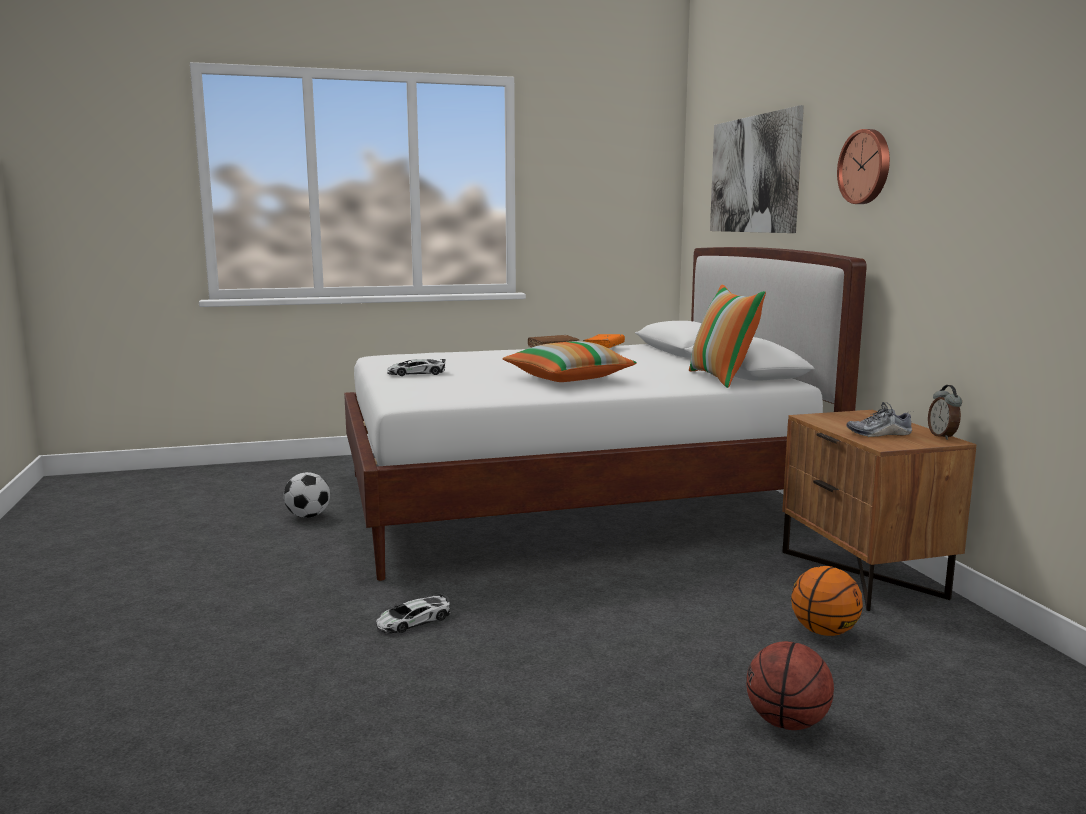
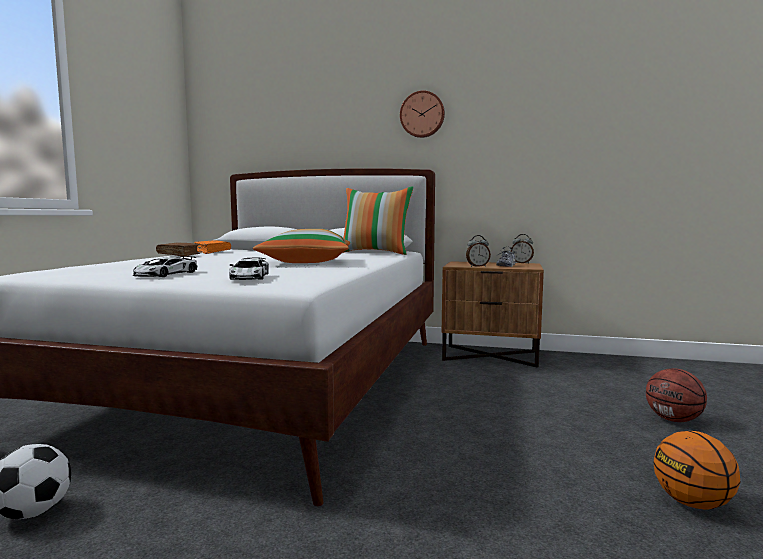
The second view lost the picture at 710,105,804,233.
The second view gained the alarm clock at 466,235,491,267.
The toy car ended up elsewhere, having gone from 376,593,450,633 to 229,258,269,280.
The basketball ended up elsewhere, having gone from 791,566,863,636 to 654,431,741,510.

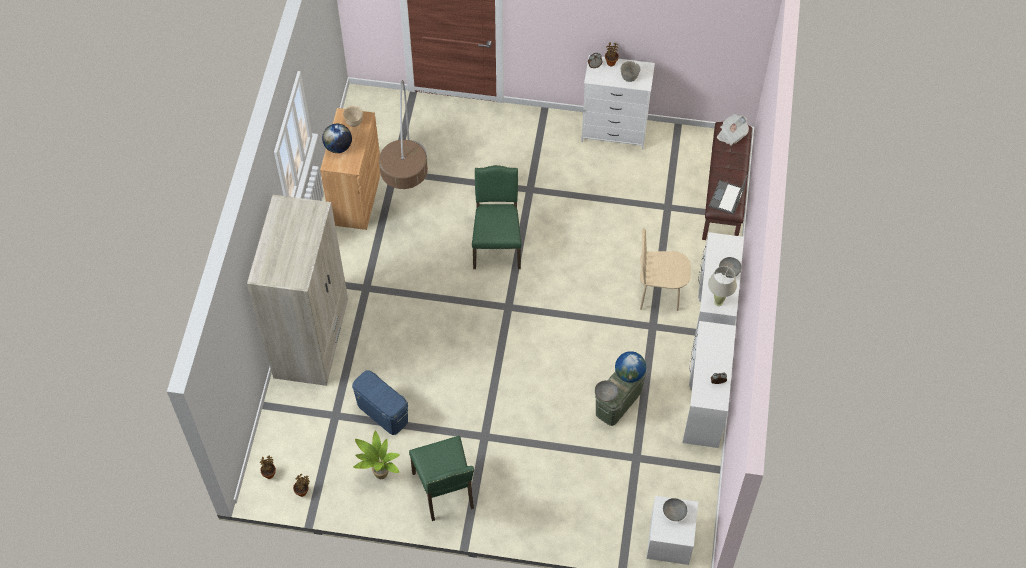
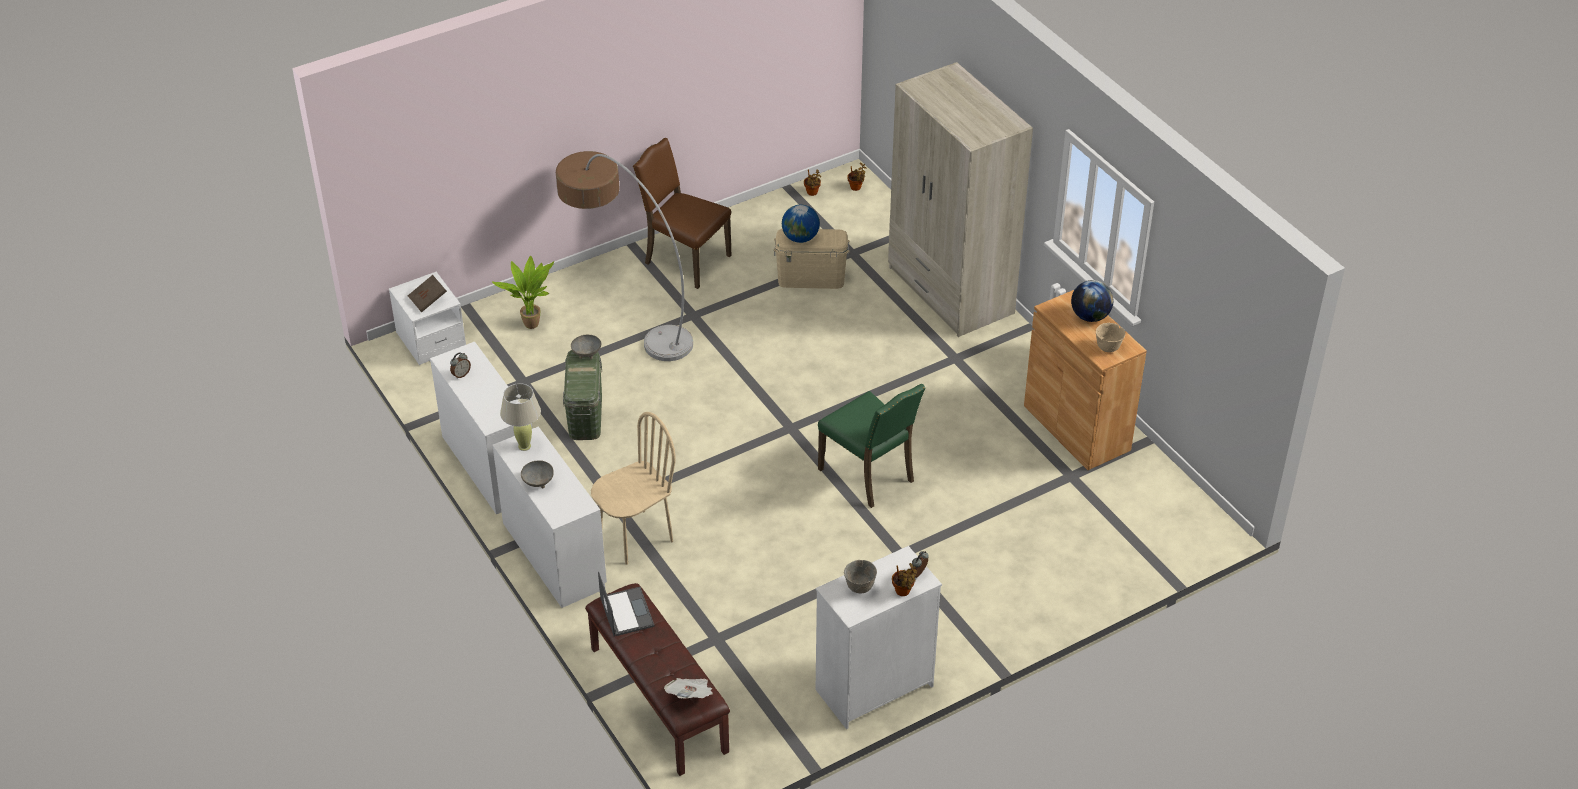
The potted plant ended up elsewhere, having gone from 354,431,400,479 to 492,256,554,329.
The floor lamp ended up elsewhere, having gone from 379,80,428,189 to 556,151,693,361.
The globe ended up elsewhere, having gone from 615,351,646,383 to 782,205,820,243.
Where the bowl/grey stood at 663,498,687,521, the book/brown came to stand at 408,275,447,312.
What was the storage box/blue at 352,370,408,435 turned into the storage box/beige at 774,229,849,289.
What was the chair/green at 409,436,474,521 turned into the chair/brown at 633,138,732,289.

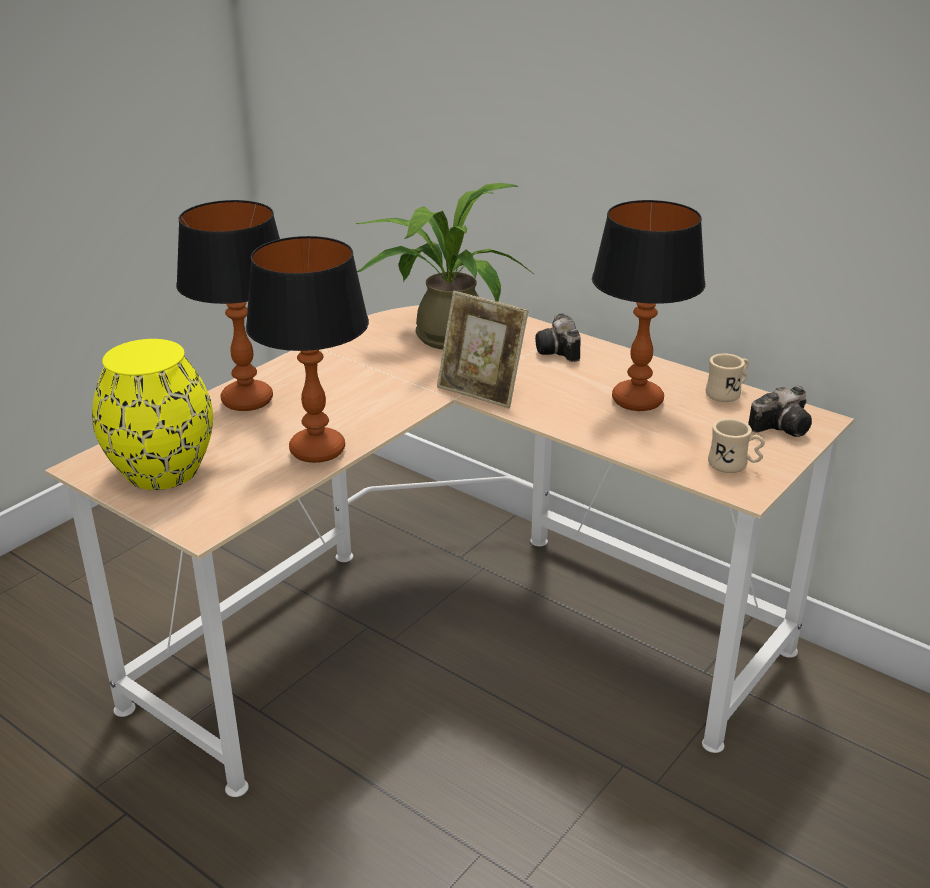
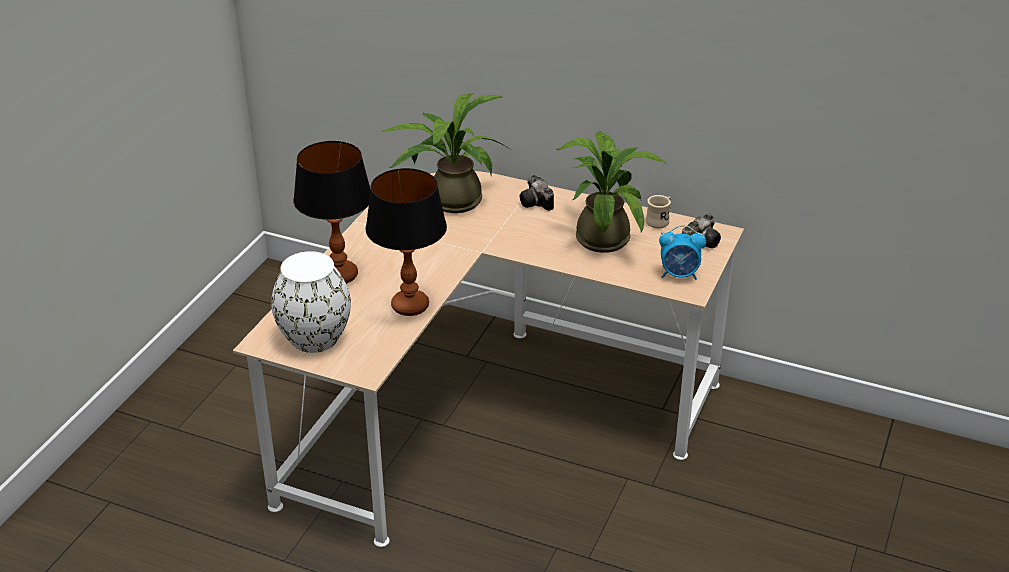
The second view lost the picture frame at 437,291,529,408.
Where the table lamp stood at 592,200,705,411, the potted plant came to stand at 556,131,667,253.
Where the mug/beige stood at 708,418,765,473, the alarm clock came to stand at 659,225,706,280.
What was the vase/yellow at 92,339,213,490 turned into the vase/white at 271,251,351,353.

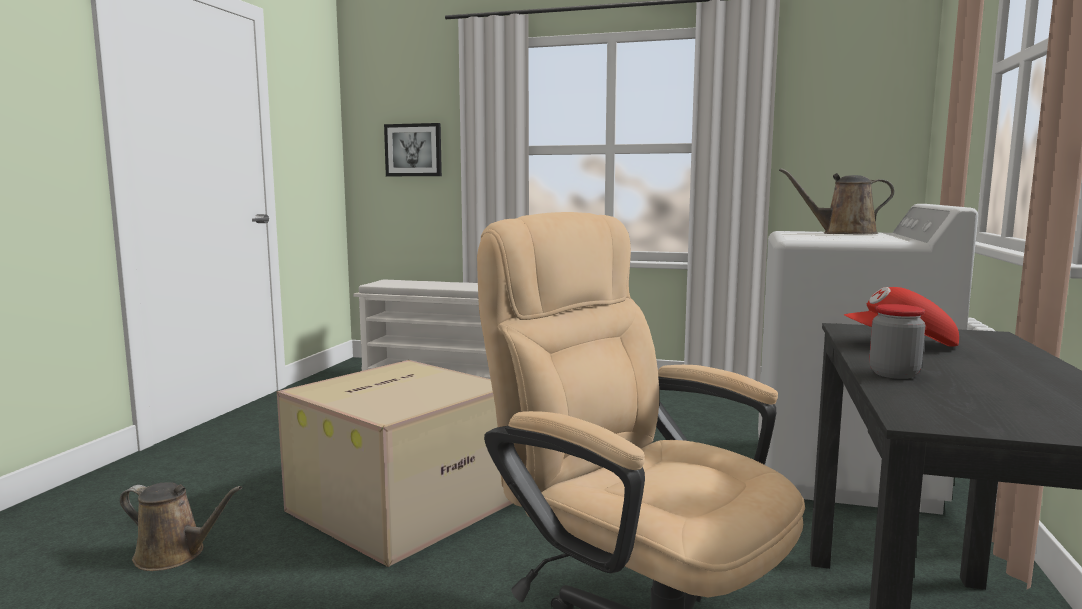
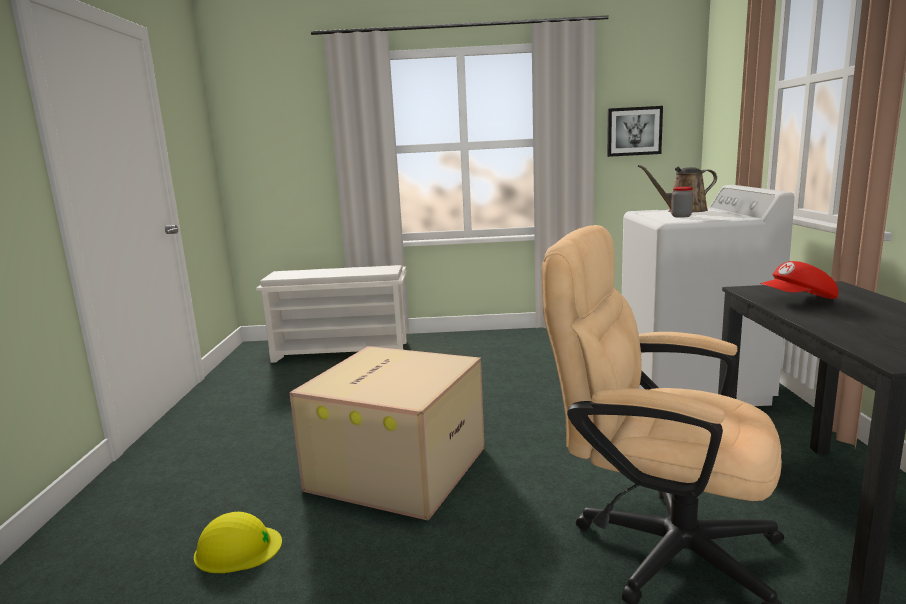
The picture ended up elsewhere, having gone from 384,123,442,176 to 607,106,663,157.
The jar ended up elsewhere, having gone from 869,304,926,379 to 671,187,693,218.
Where the watering can/brown stood at 120,482,242,571, the hard hat/yellow came to stand at 194,512,282,573.

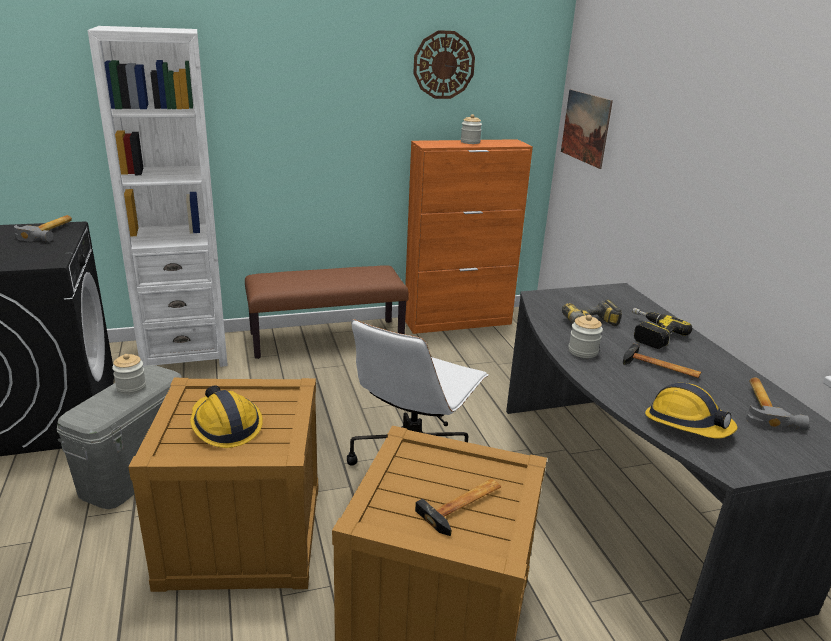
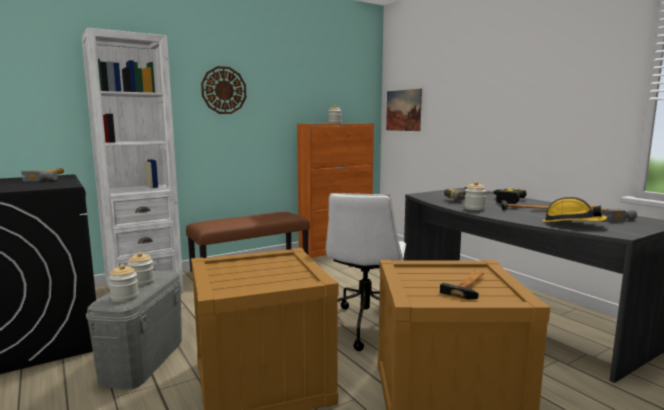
The second view lost the hard hat at 190,385,263,448.
The second view gained the jar at 109,264,139,302.
The wall clock ended up elsewhere, having gone from 413,30,475,99 to 201,66,246,114.

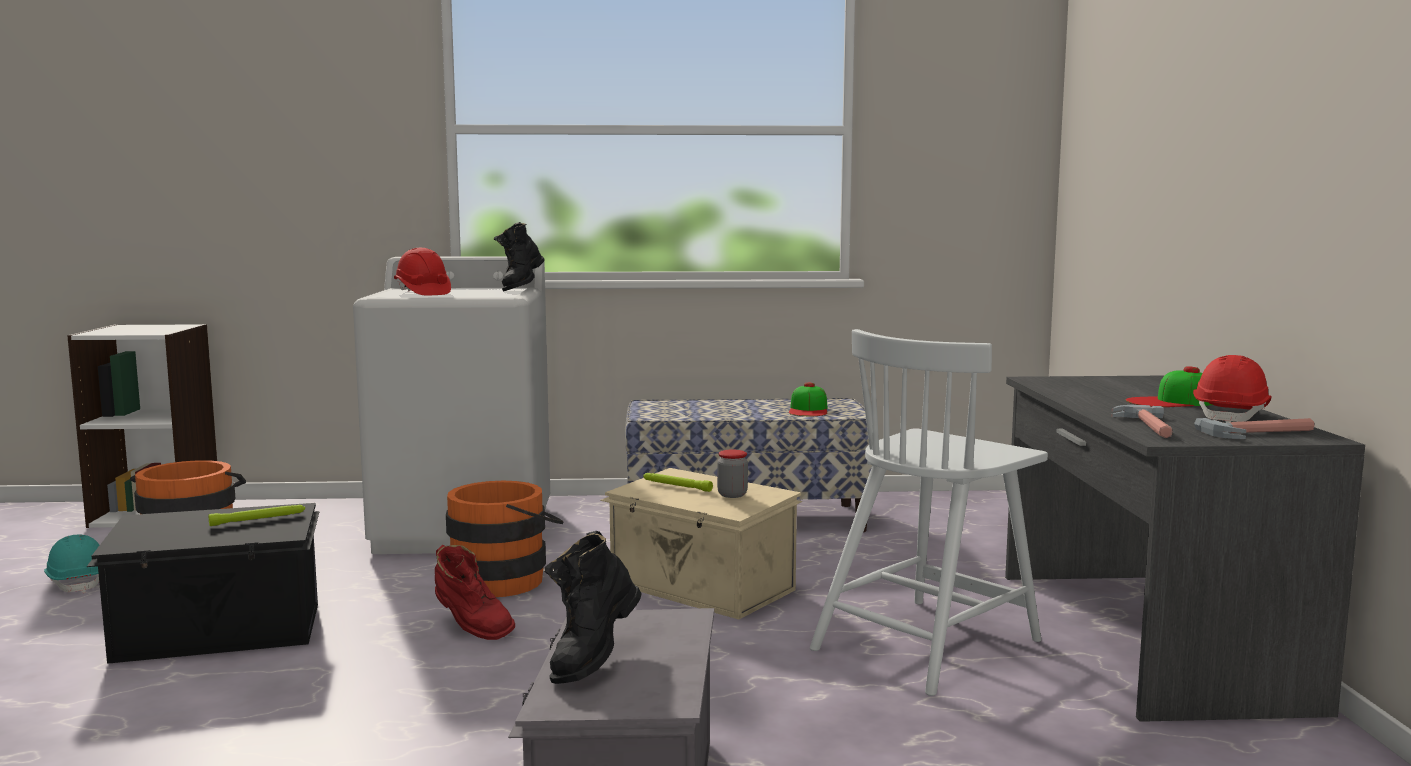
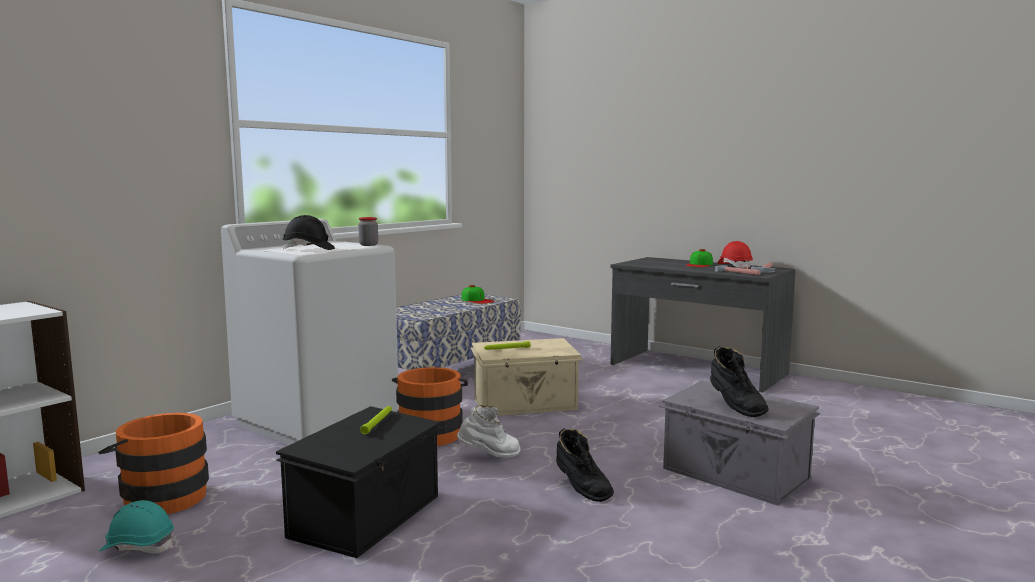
The second view lost the chair/white at 810,329,1048,696.
The boot/black ended up elsewhere, having gone from 494,222,545,292 to 556,428,614,502.
The jar ended up elsewhere, having gone from 717,450,748,498 to 358,217,378,246.
What was the hard hat/red at 394,248,451,296 turned into the hard hat/black at 283,215,335,250.
What was the boot/red at 435,545,515,640 turned into the boot/white at 457,405,520,458.

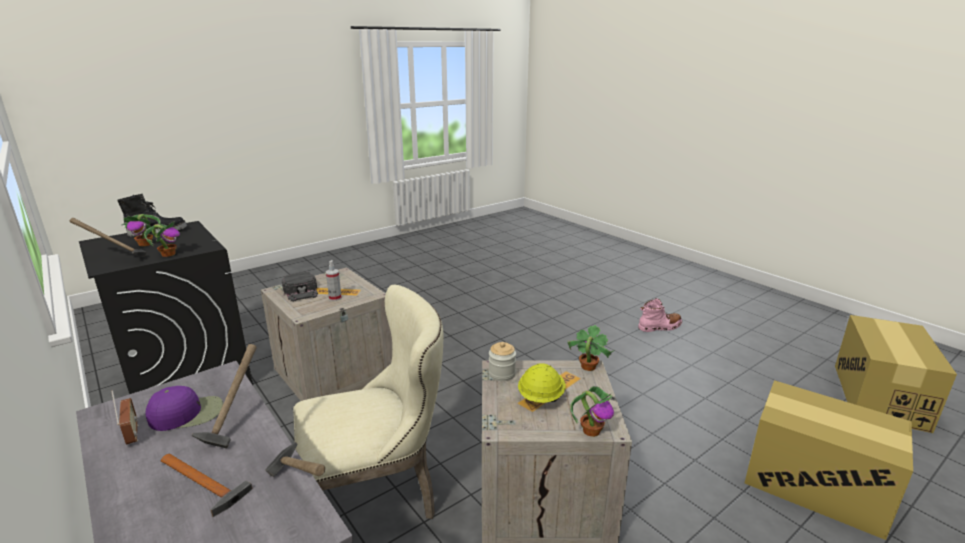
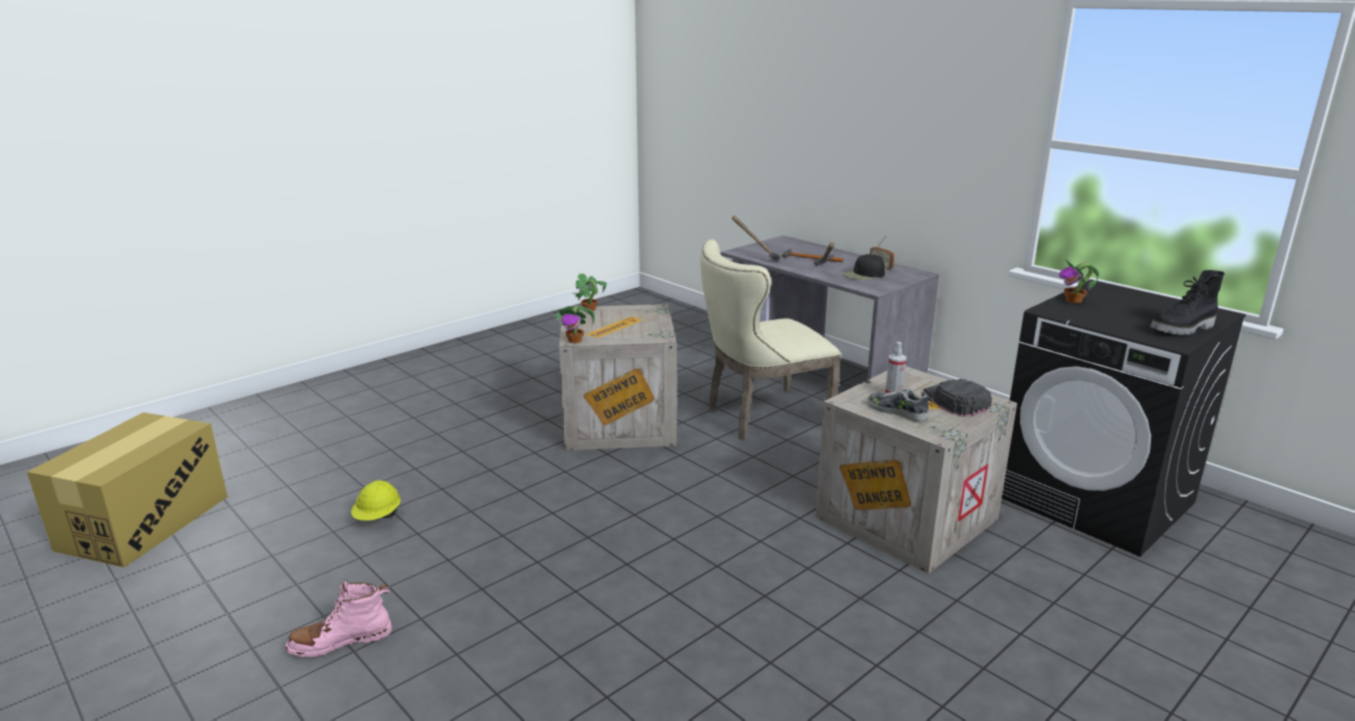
The second view lost the hammer at 70,218,147,257.
The second view lost the potted plant at 122,214,161,246.
The second view lost the jar at 489,342,516,381.
The second view lost the cardboard box at 745,380,913,540.
The second view gained the shoe at 867,388,929,422.
The hard hat/yellow ended up elsewhere, having gone from 518,363,566,403 to 351,480,401,521.
What was the cap/purple at 145,386,223,431 turned into the cap/black at 842,254,885,280.

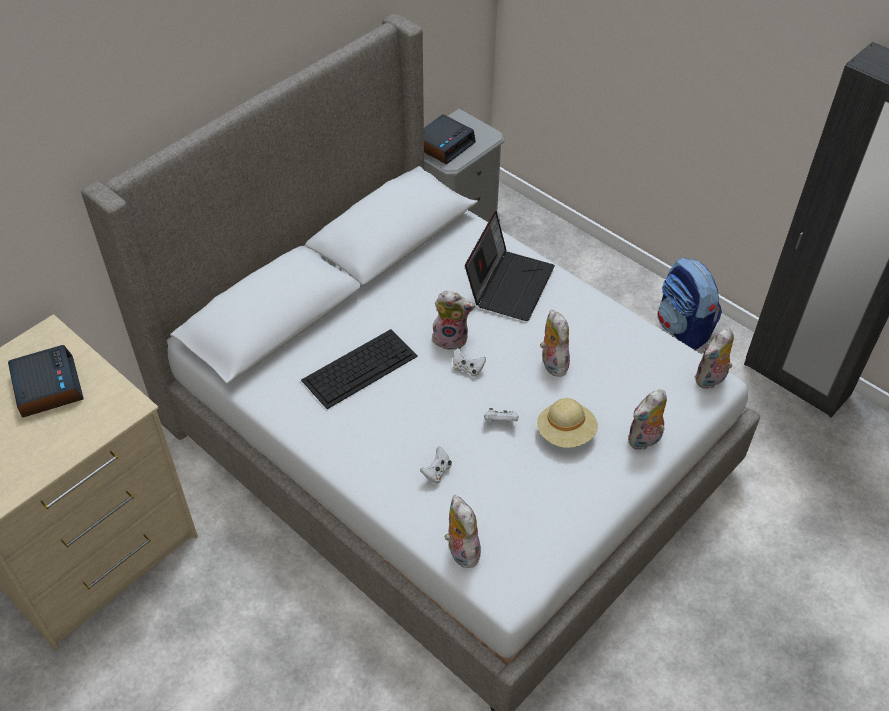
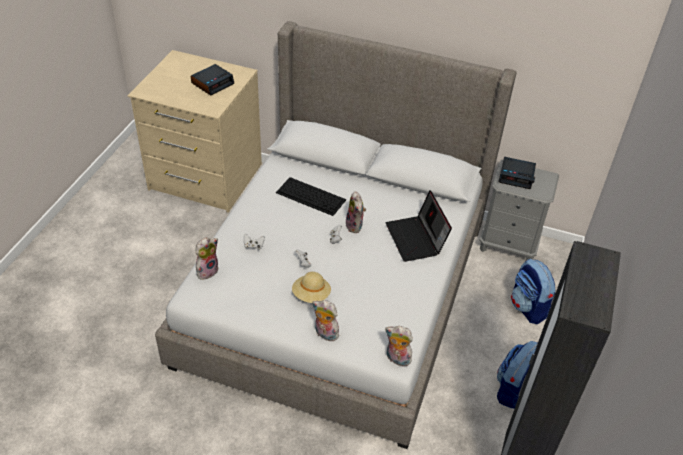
The second view lost the plush toy at 540,310,570,377.
The second view gained the backpack at 511,259,556,324.
The laptop at 465,211,555,321 ended up facing another way, 75 degrees clockwise from before.

